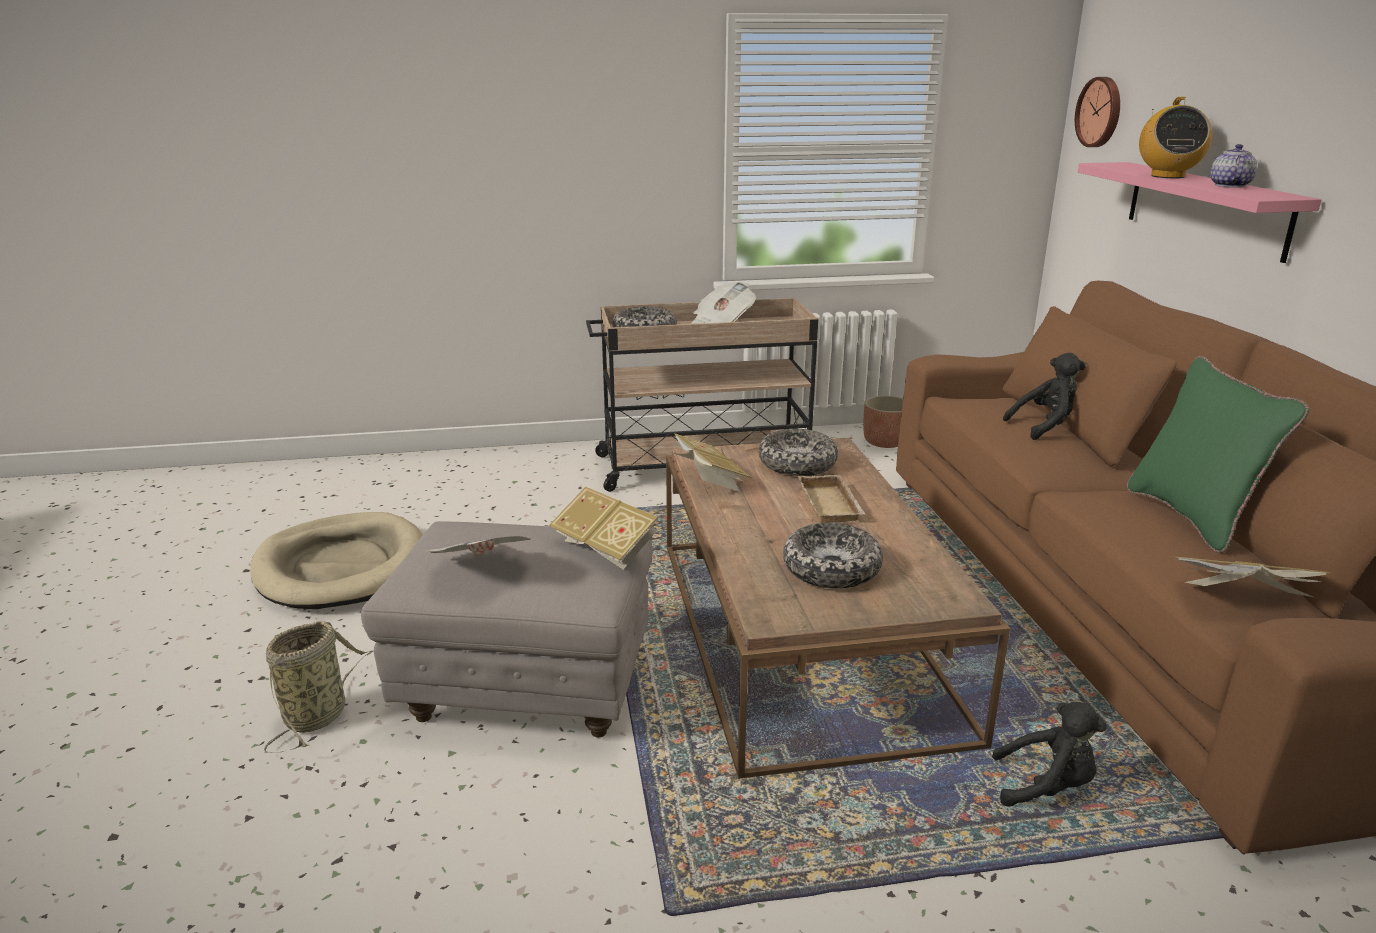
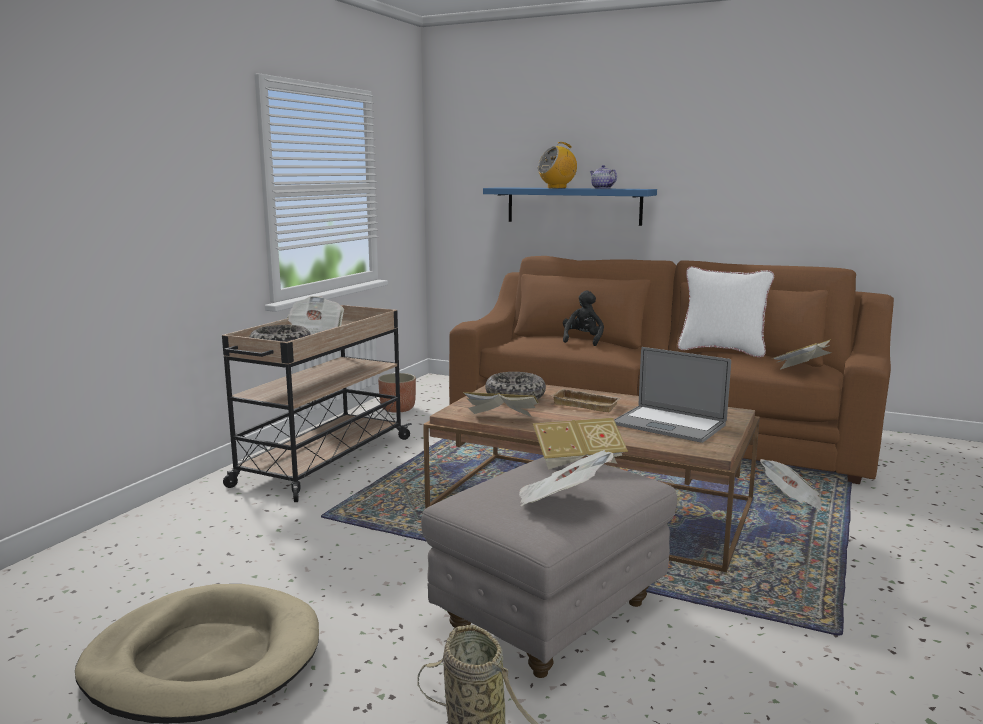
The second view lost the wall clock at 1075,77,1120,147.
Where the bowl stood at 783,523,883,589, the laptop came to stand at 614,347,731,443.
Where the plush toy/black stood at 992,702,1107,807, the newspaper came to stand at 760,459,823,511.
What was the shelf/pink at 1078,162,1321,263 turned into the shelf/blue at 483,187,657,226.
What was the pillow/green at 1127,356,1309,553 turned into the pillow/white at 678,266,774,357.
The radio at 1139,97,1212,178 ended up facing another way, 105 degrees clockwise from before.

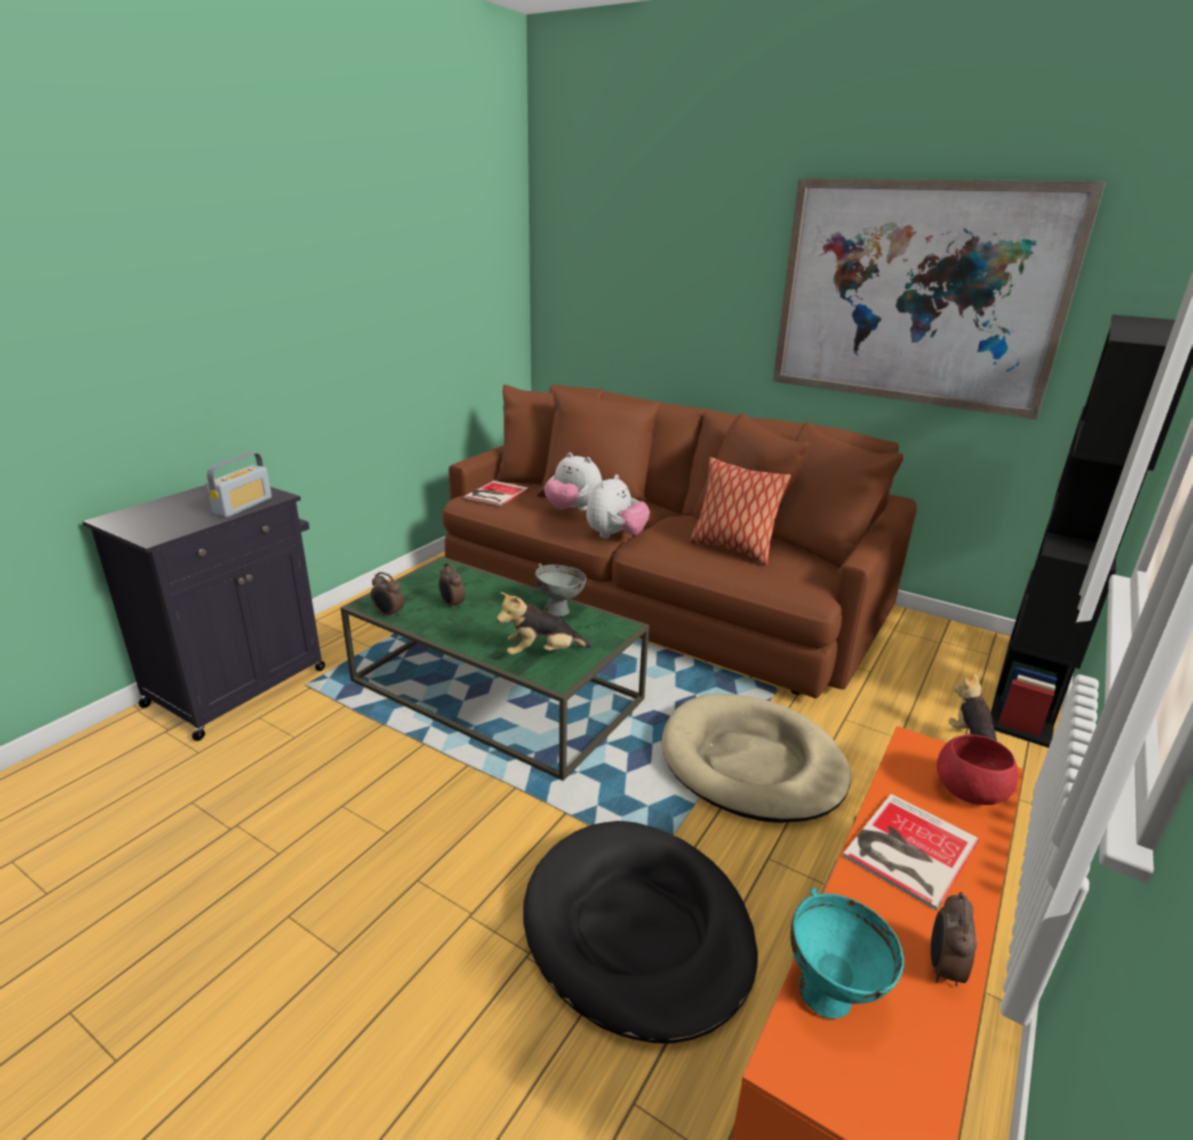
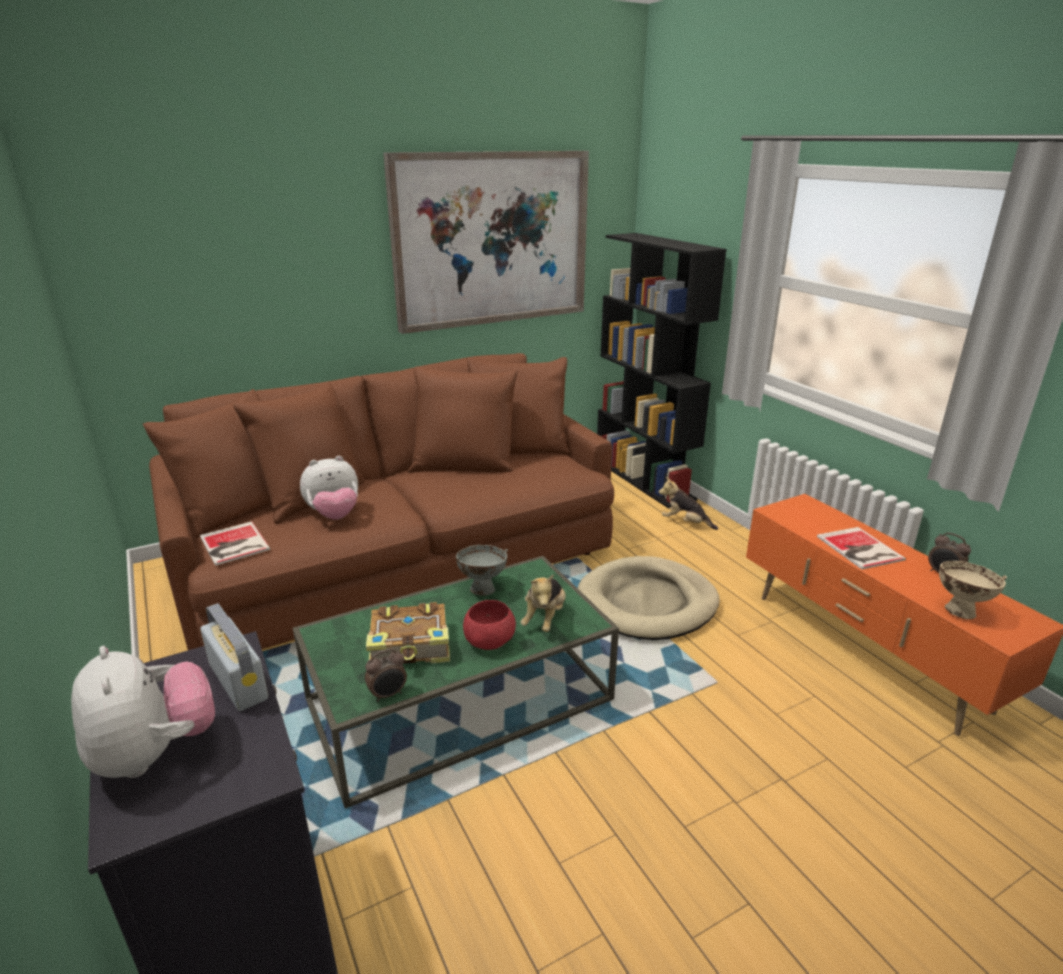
The second view lost the dog bed/black at 523,821,758,1043.
The second view lost the pillow at 690,457,791,565.
The plush toy ended up elsewhere, having gone from 586,474,650,538 to 71,646,215,778.
The bowl/red ended up elsewhere, having gone from 937,735,1018,805 to 463,600,516,650.
Where the alarm clock stood at 439,563,465,610, the book came to stand at 366,602,450,664.
What was the bowl/turquoise at 790,887,904,1019 turned into the bowl/beige at 939,561,1007,619.

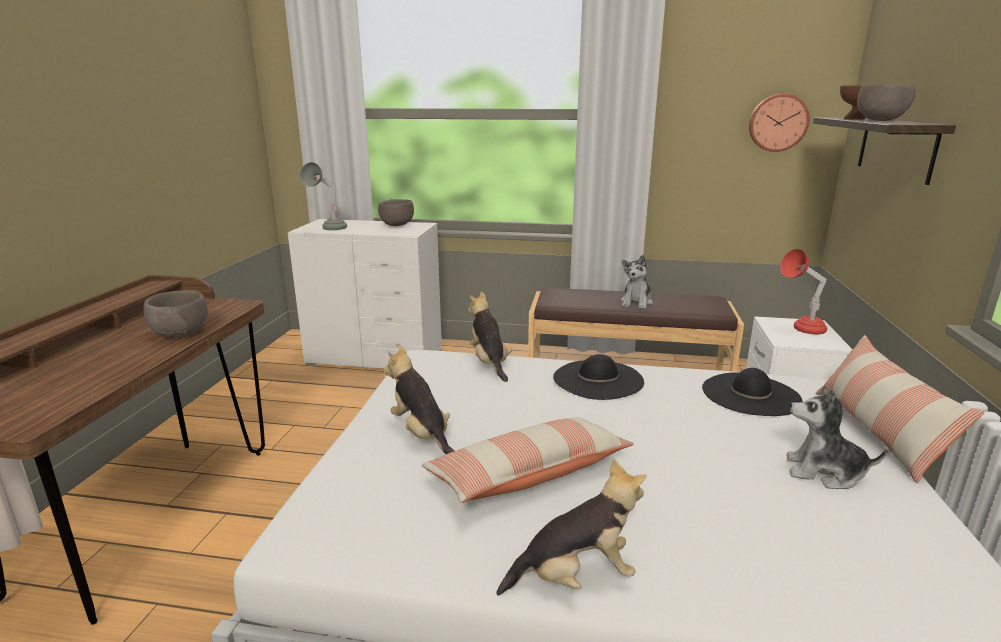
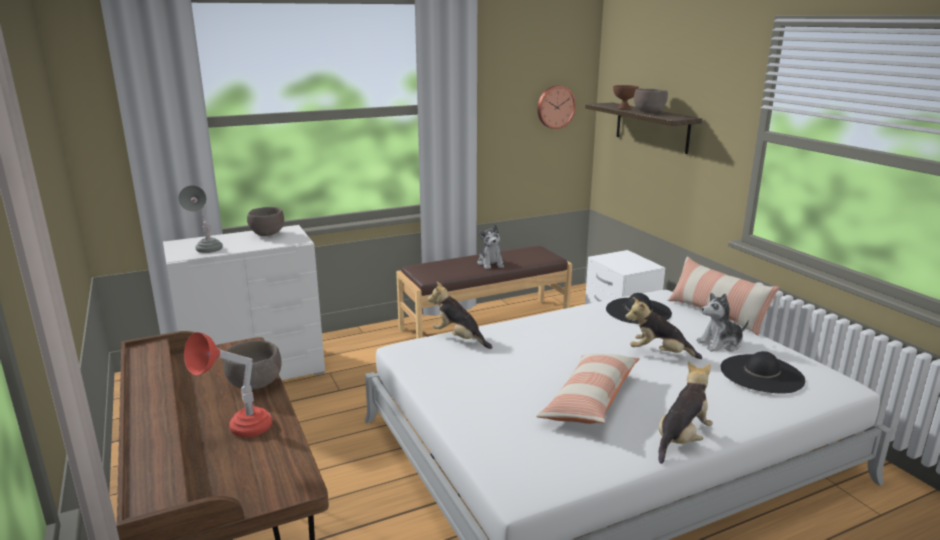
The plush toy ended up elsewhere, having gone from 384,345,454,454 to 625,297,702,359.
The hat/black ended up elsewhere, having gone from 553,354,644,400 to 721,351,805,394.
The table lamp/red ended up elsewhere, having gone from 780,249,827,335 to 184,332,273,437.

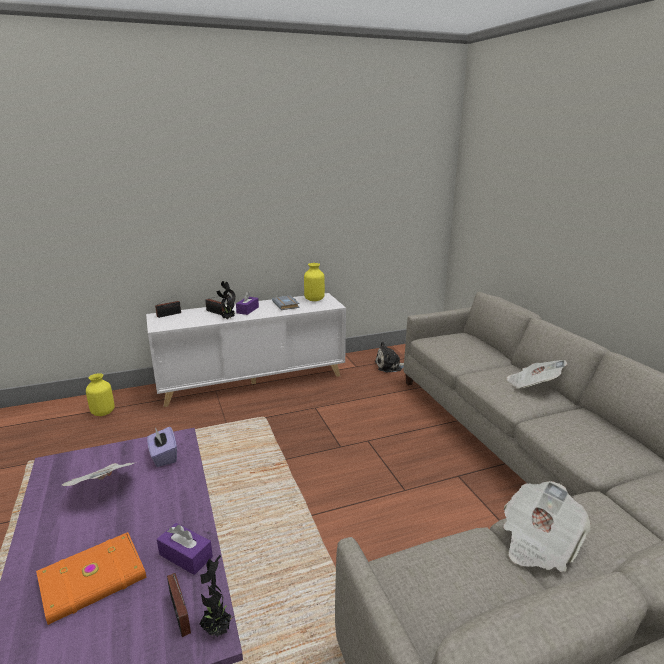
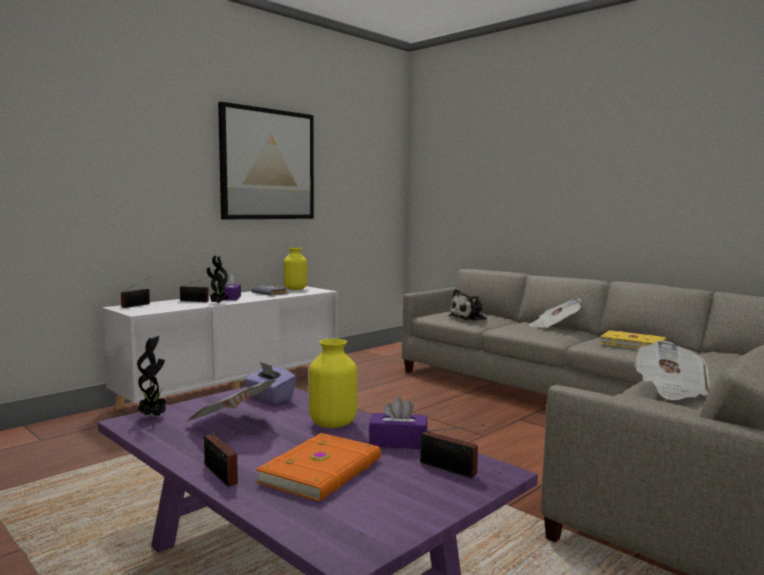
The second view gained the radio at 204,432,238,487.
The second view gained the picture at 218,102,314,219.
The second view gained the book/yellow at 600,330,666,349.
The vase/yellow ended up elsewhere, having gone from 86,373,115,416 to 309,338,357,428.
The potted plant ended up elsewhere, having gone from 200,555,234,637 to 137,336,168,418.
The plush toy ended up elsewhere, having gone from 375,341,404,372 to 448,289,487,321.

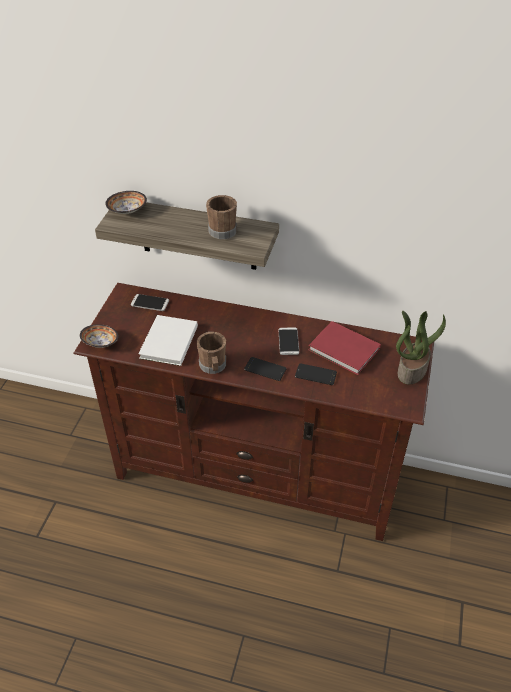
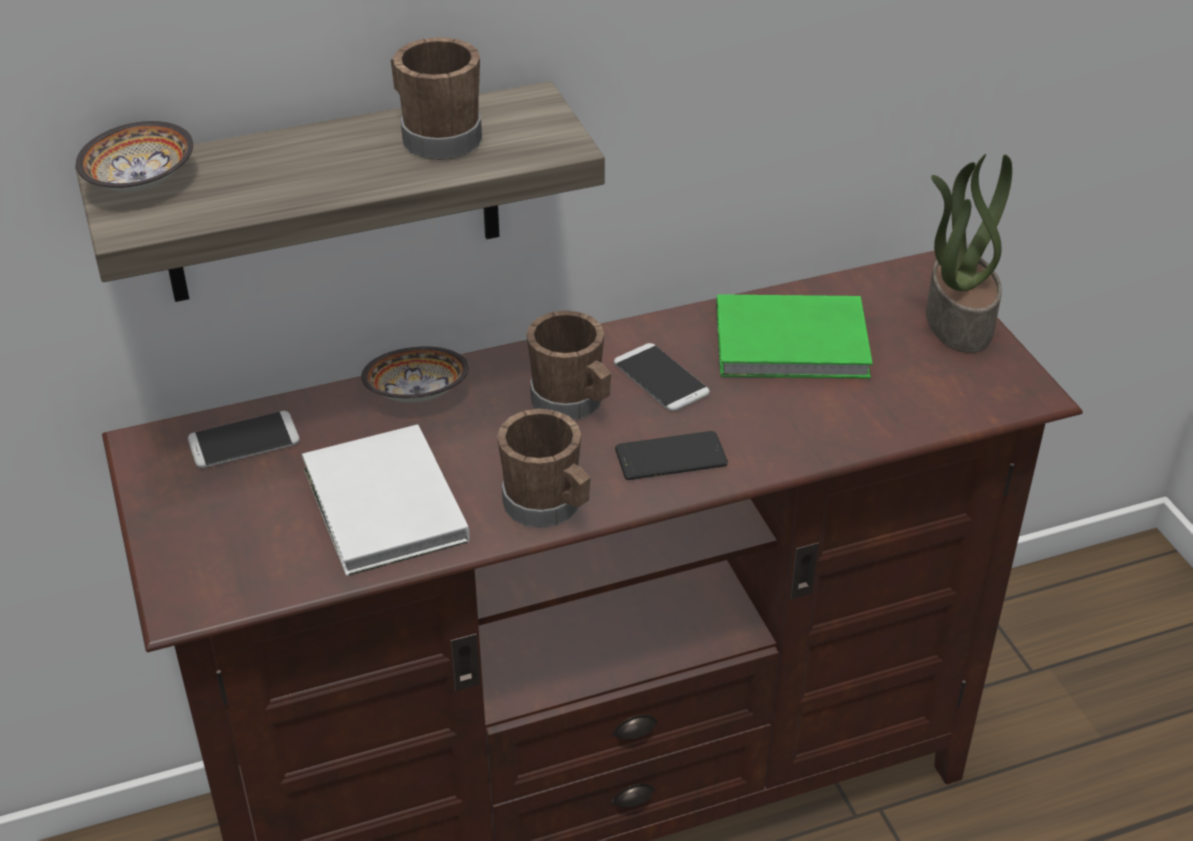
The second view lost the phone at 295,363,337,385.
The second view gained the mug/brown at 526,310,611,420.
The bowl ended up elsewhere, having gone from 80,324,119,348 to 361,346,469,403.
What was the book/red at 309,321,381,375 turned into the book/green at 716,294,873,379.

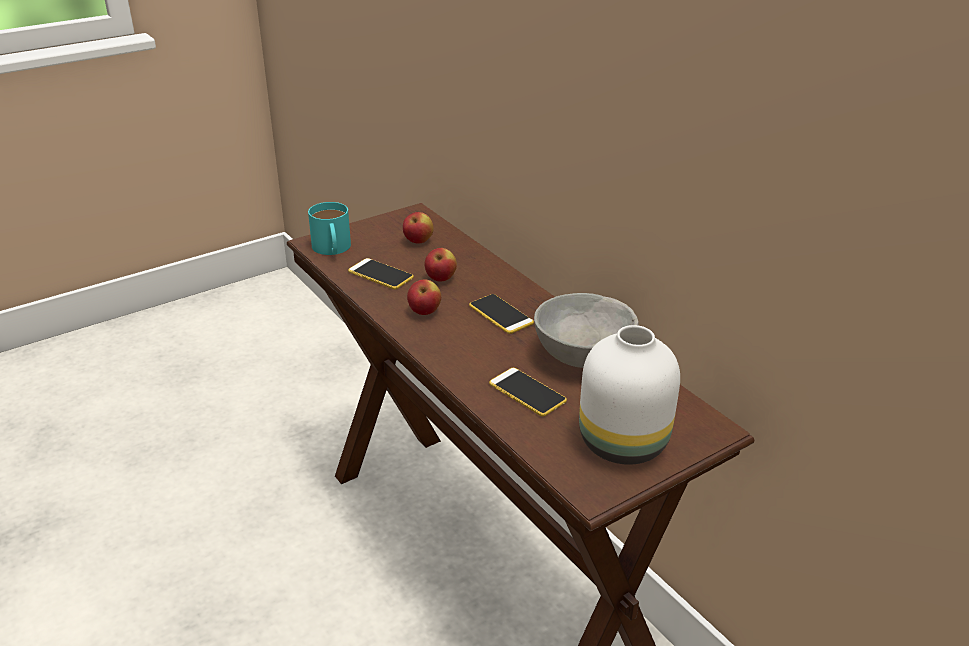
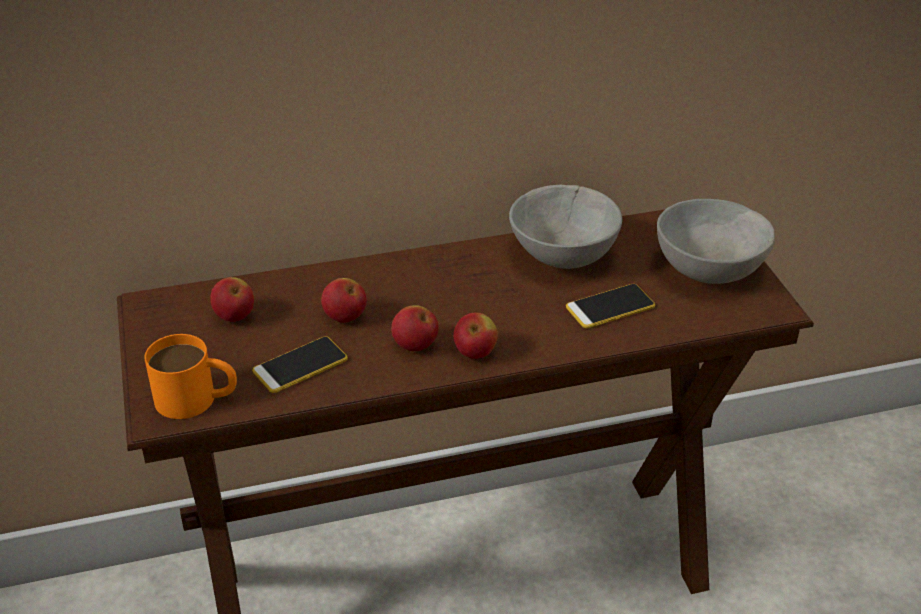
The second view lost the phone at 469,294,534,334.
The second view gained the apple at 453,312,498,359.
Where the vase/white stood at 579,325,680,465, the bowl/grey came to stand at 657,199,775,284.
What was the mug/turquoise at 308,202,351,255 turned into the mug/orange at 144,334,237,419.

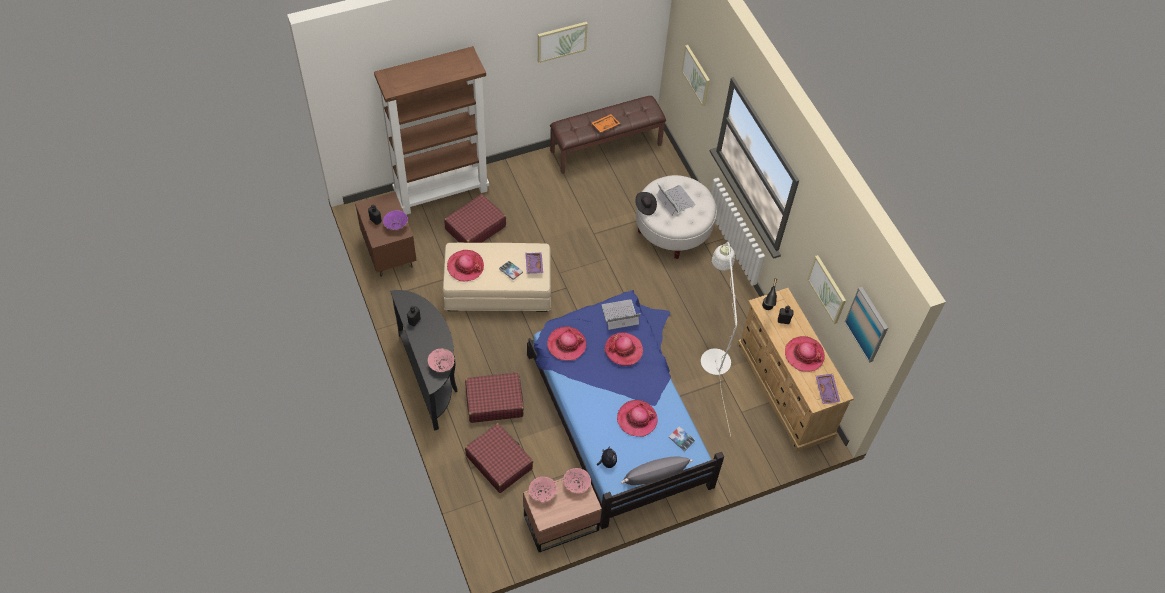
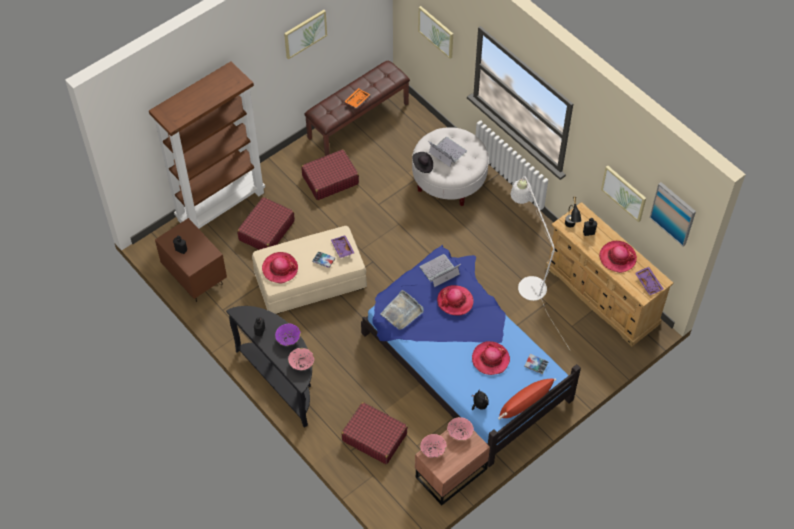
The bowl/purple ended up elsewhere, having gone from 383,210,408,230 to 275,323,301,346.
The suitcase/red ended up elsewhere, having gone from 465,372,524,423 to 301,149,359,200.
Where the hat stood at 547,326,586,361, the tray/grey came to stand at 380,290,424,330.
What was the pillow/grey at 621,457,693,485 turned into the pillow/red at 498,379,556,420.

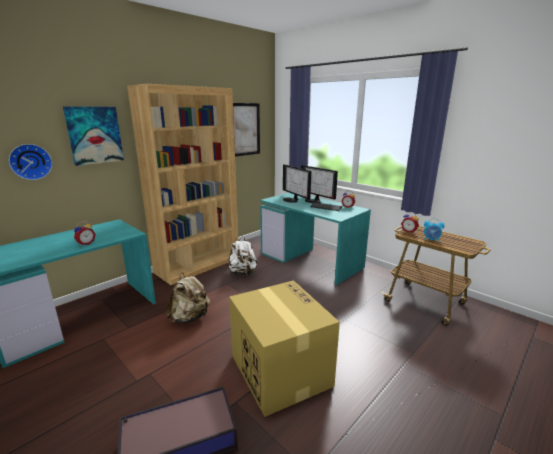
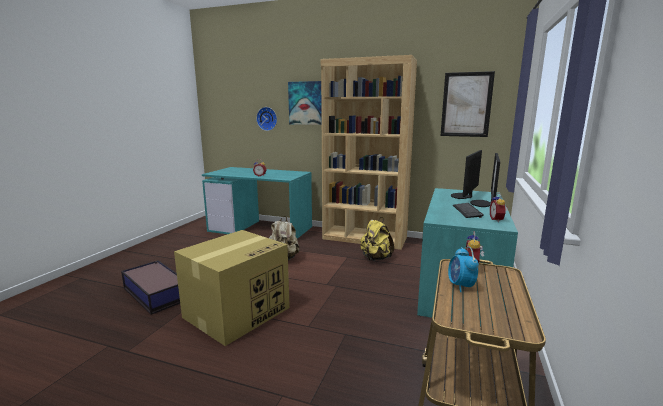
What was the backpack/white at 226,236,258,276 turned into the backpack/yellow at 360,217,394,261.

